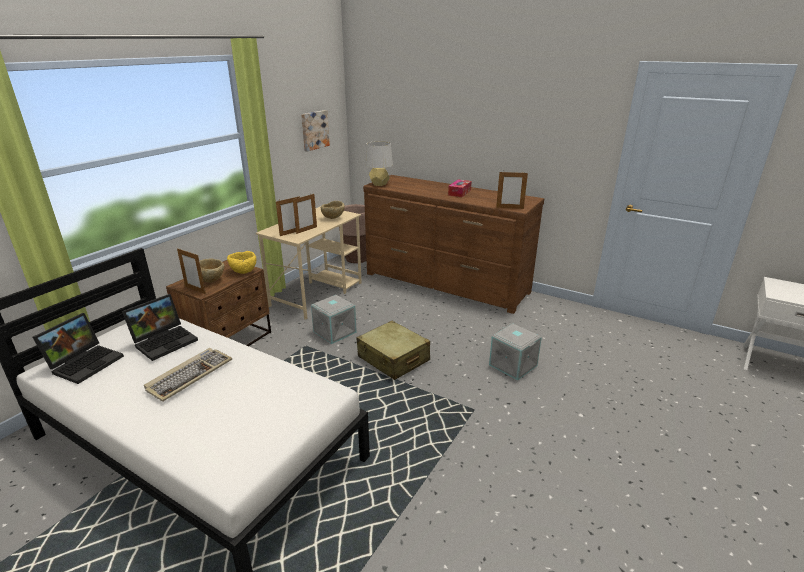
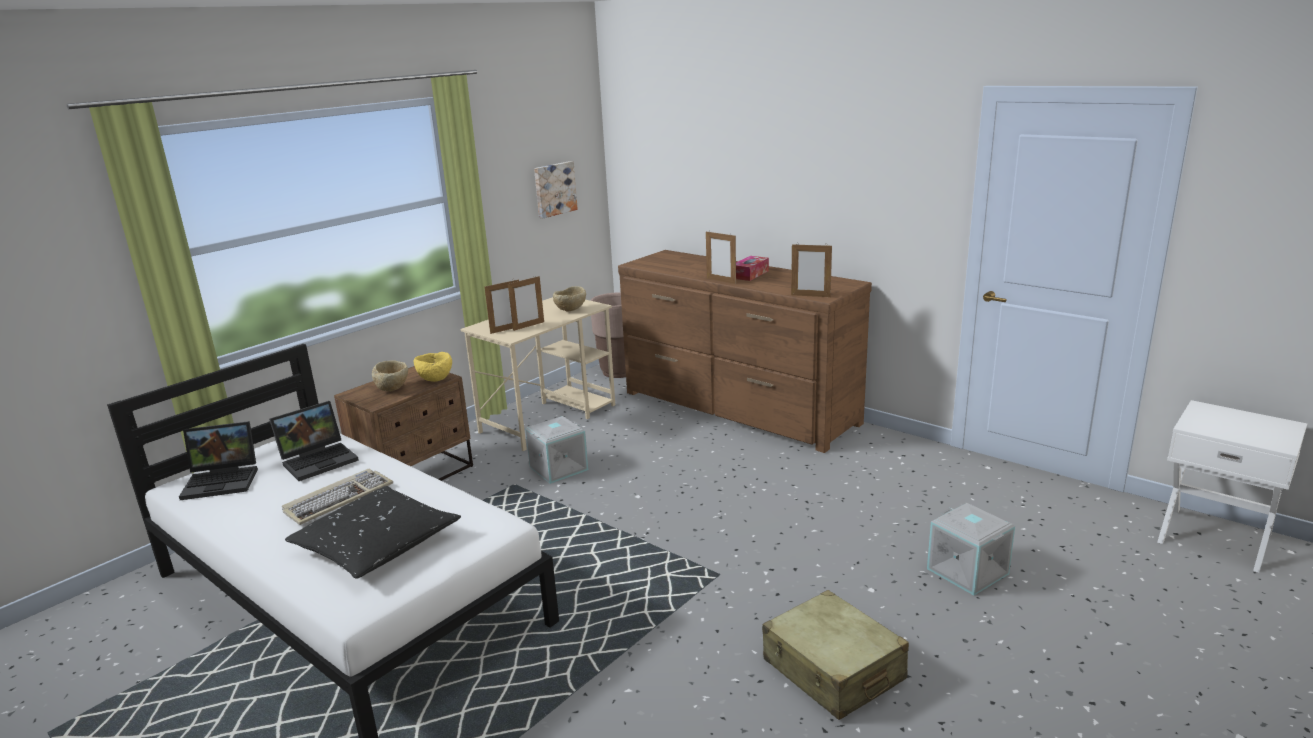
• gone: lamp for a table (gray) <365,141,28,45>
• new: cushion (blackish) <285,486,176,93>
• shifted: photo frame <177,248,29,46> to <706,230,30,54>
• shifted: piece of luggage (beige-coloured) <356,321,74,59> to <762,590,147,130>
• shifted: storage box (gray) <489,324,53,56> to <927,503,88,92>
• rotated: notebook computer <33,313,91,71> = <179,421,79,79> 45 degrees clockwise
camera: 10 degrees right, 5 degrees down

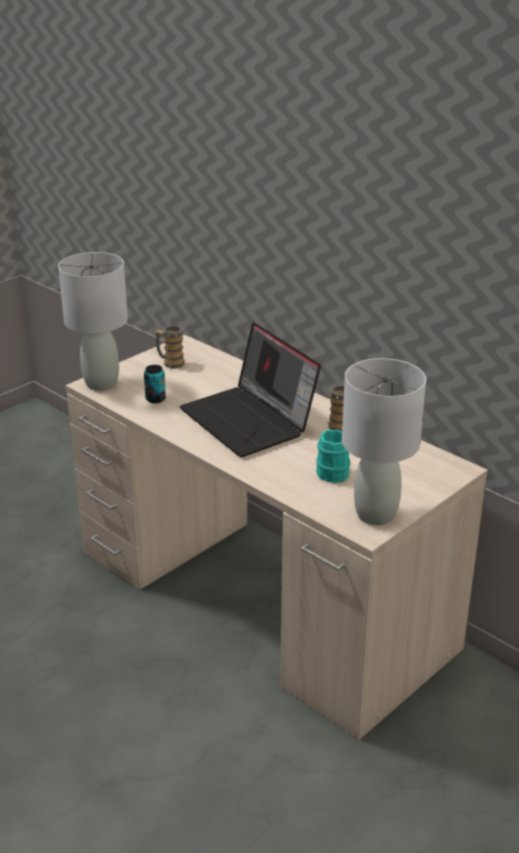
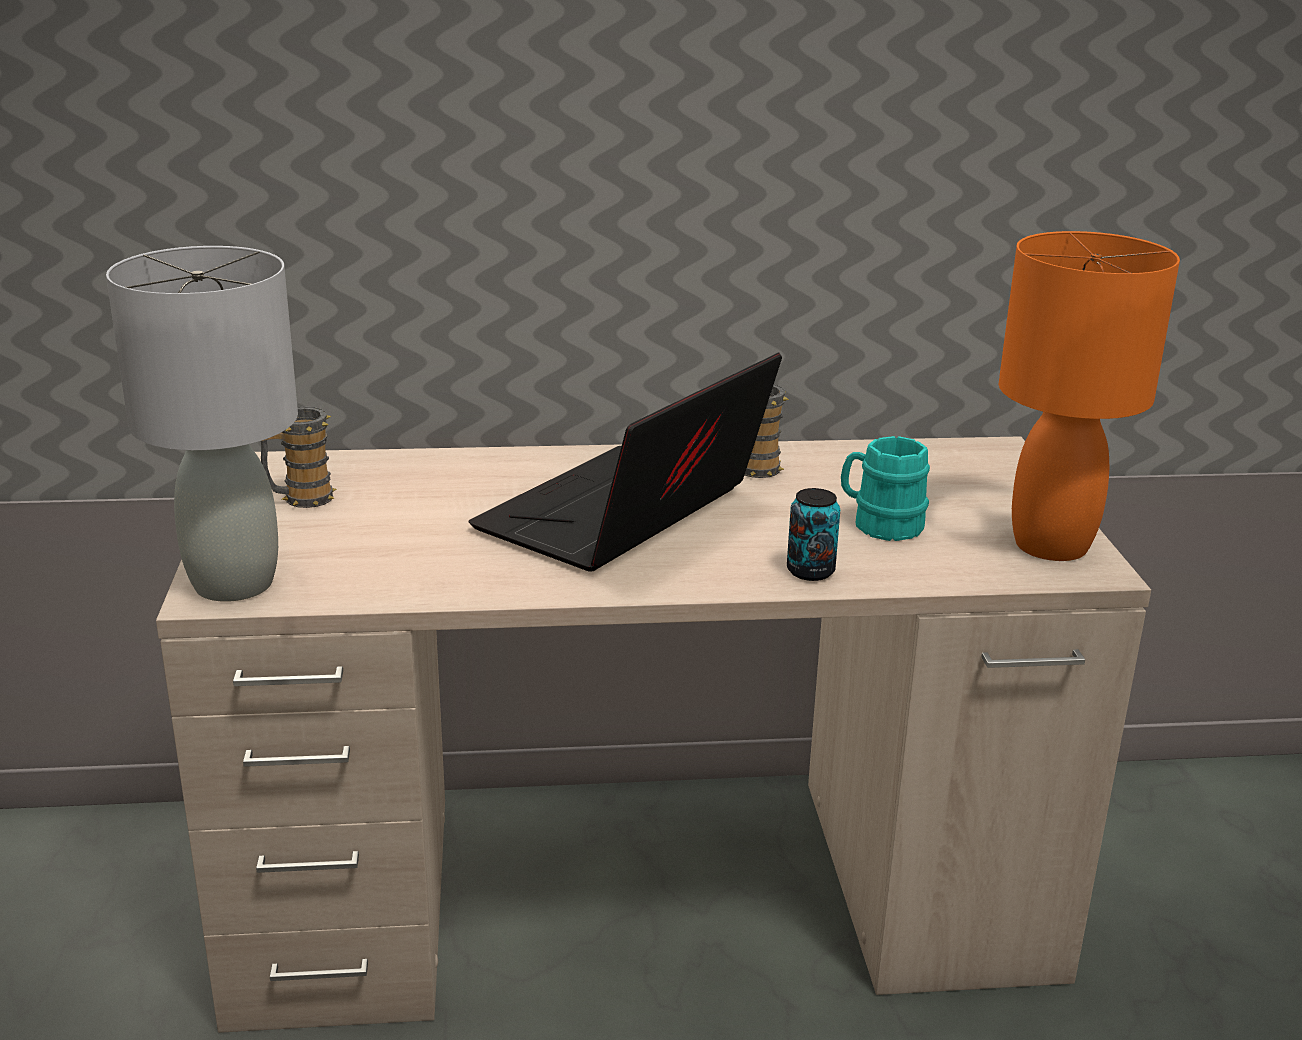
• shifted: sealed can <144,365,22,38> to <787,488,53,93>
• repainted: lamp for a table (gray) <342,358,84,167> to lamp for a table (orange-coloured) <998,231,182,330>
• rotated: notebook computer <180,322,141,135> = <469,352,313,220> 120 degrees clockwise
camera: 50 degrees left, 5 degrees down

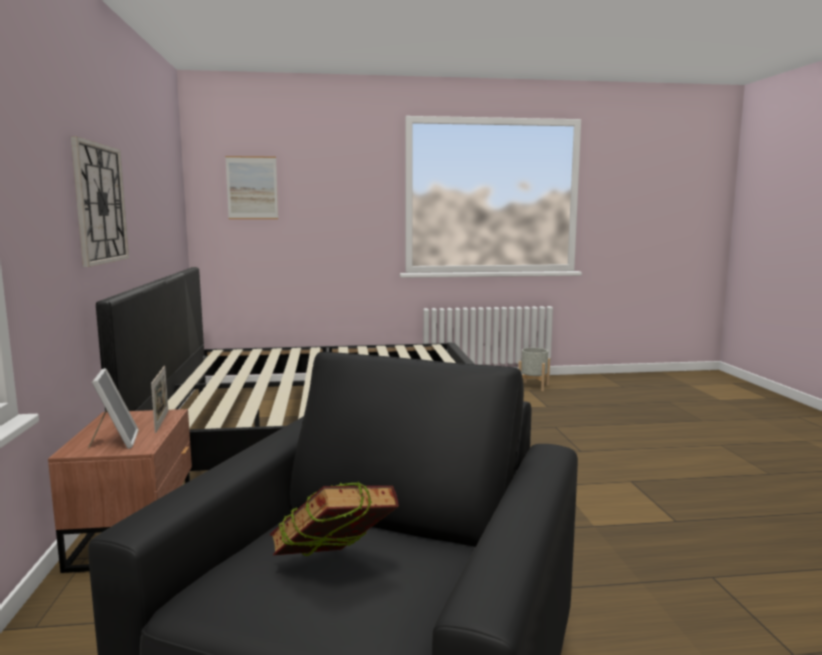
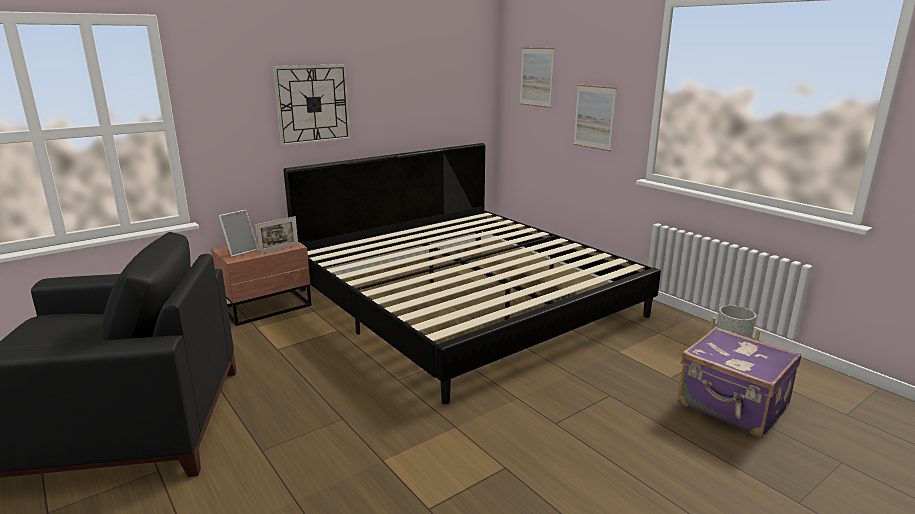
• gone: volume <270,481,129,75>
• new: wall picture <573,85,44,66>
• new: piece of luggage (purplish) <677,327,124,111>
camera: 60 degrees right, 10 degrees up

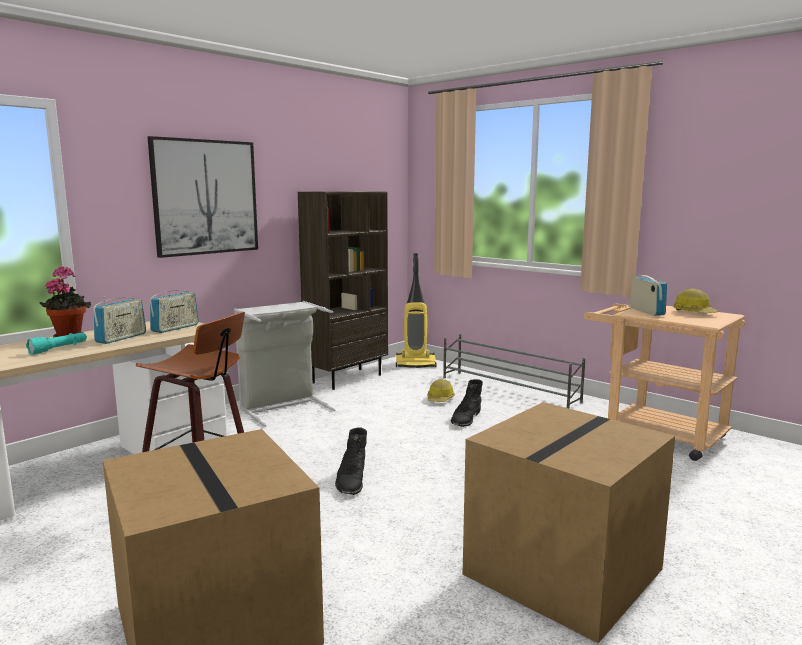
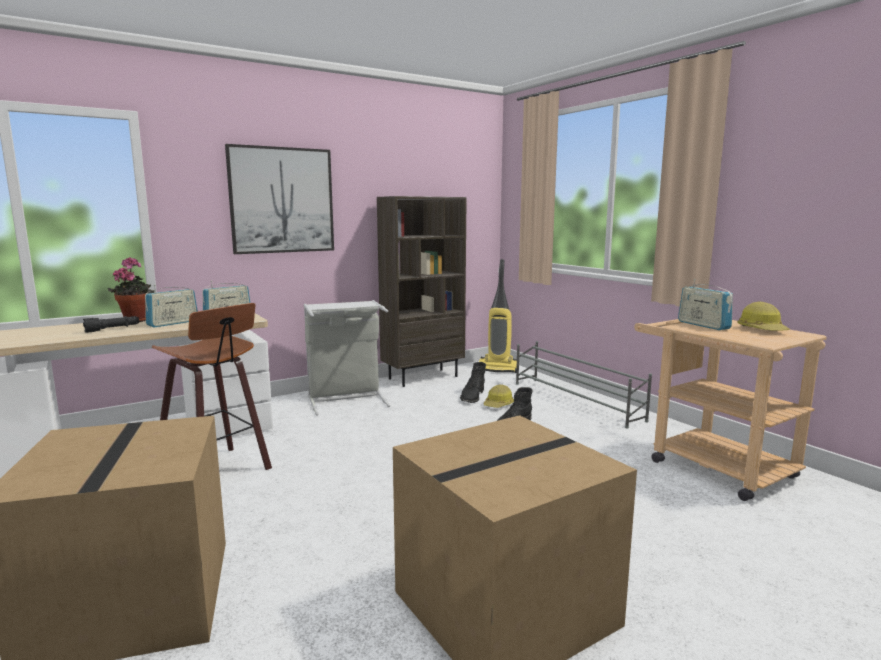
• shifted: high-top boot (blackish) <335,427,32,68> to <460,362,26,41>
• repainted: torch (blue-green) <26,333,61,22> to torch (blackish) <83,316,56,17>
• rotated: radio <630,274,37,42> = <678,279,55,51> 150 degrees clockwise
camera: 15 degrees right, 0 degrees up

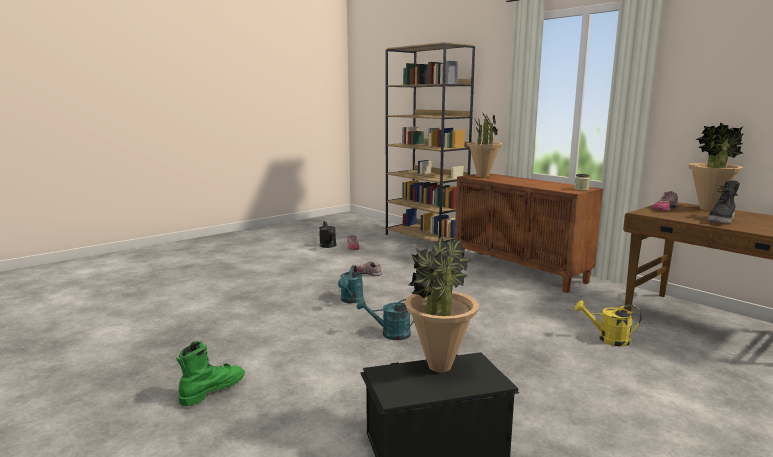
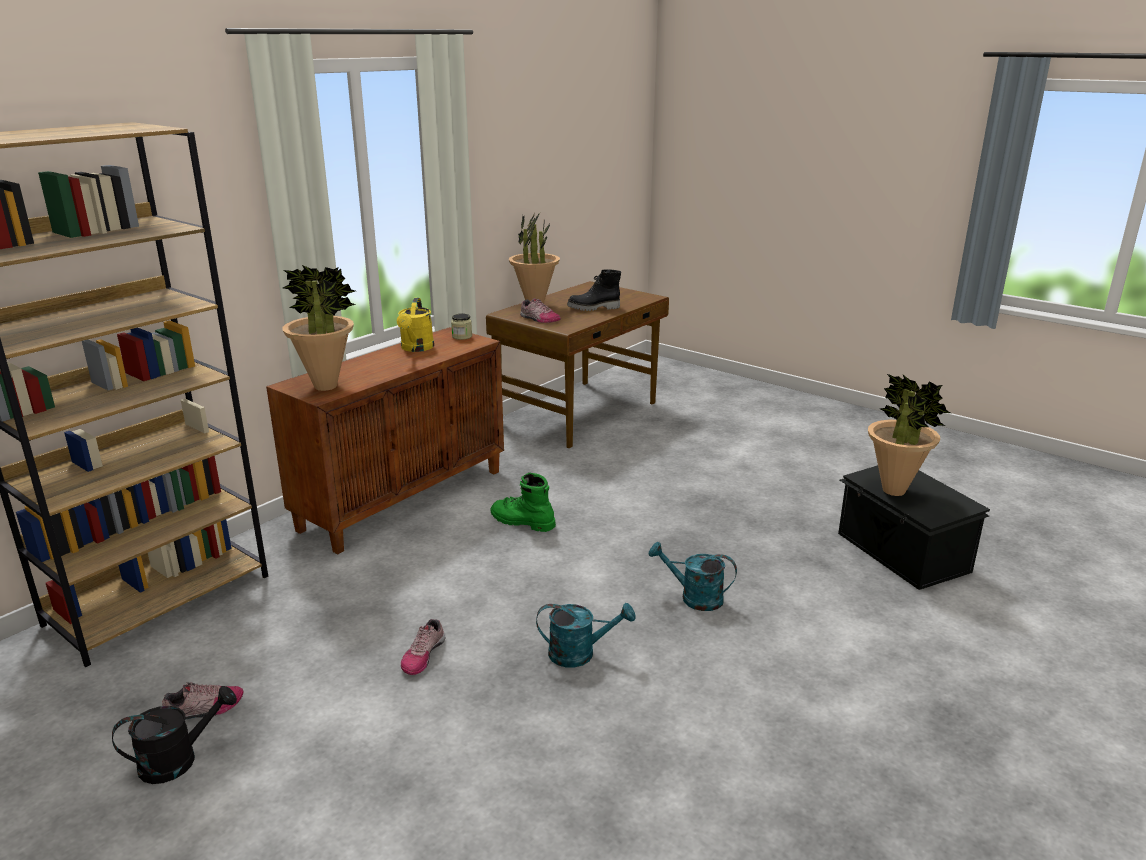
• shifted: high-top boot (green-coloured) <177,341,68,65> to <491,473,65,59>
• shifted: sprinkling can (yellow-coloured) <575,300,67,46> to <397,298,37,54>
• rotated: sprinkling can (blue-green) <357,298,57,42> = <649,542,88,69> 120 degrees clockwise
• rotated: high-top boot (blackish) <707,180,33,43> = <567,269,54,42> 135 degrees clockwise
camera: 100 degrees left, 10 degrees up

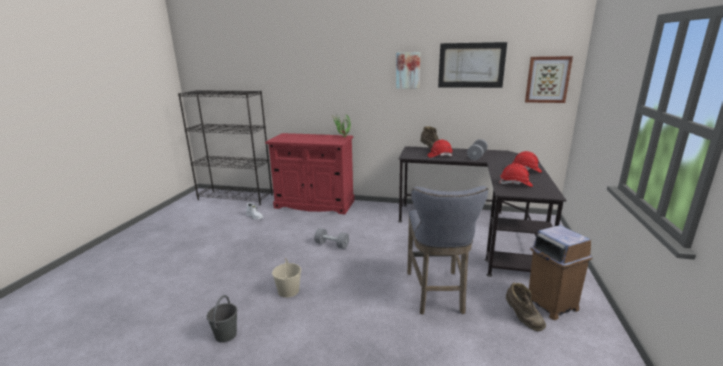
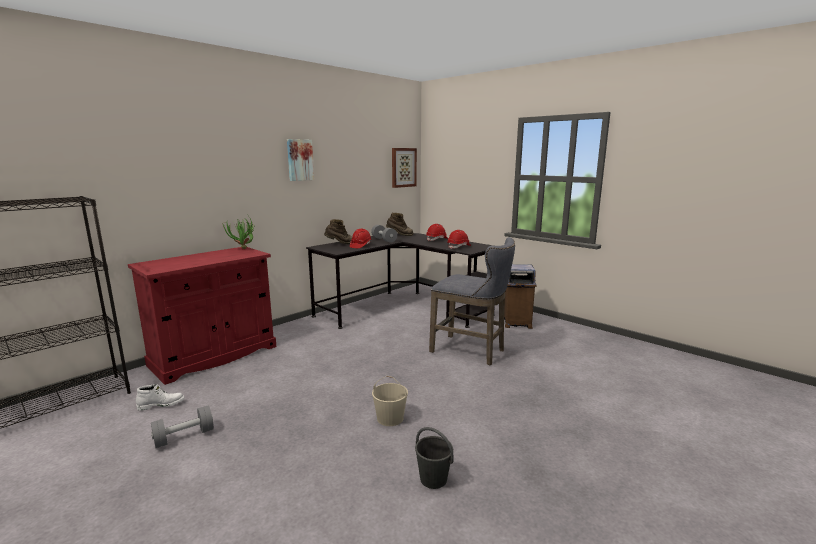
• gone: wall picture <438,42,69,46>
• shifted: free weight (gray) <314,228,35,21> to <151,405,63,43>
• shifted: high-top boot (brown-coloured) <506,282,40,49> to <386,213,27,23>
camera: 60 degrees left, 5 degrees down

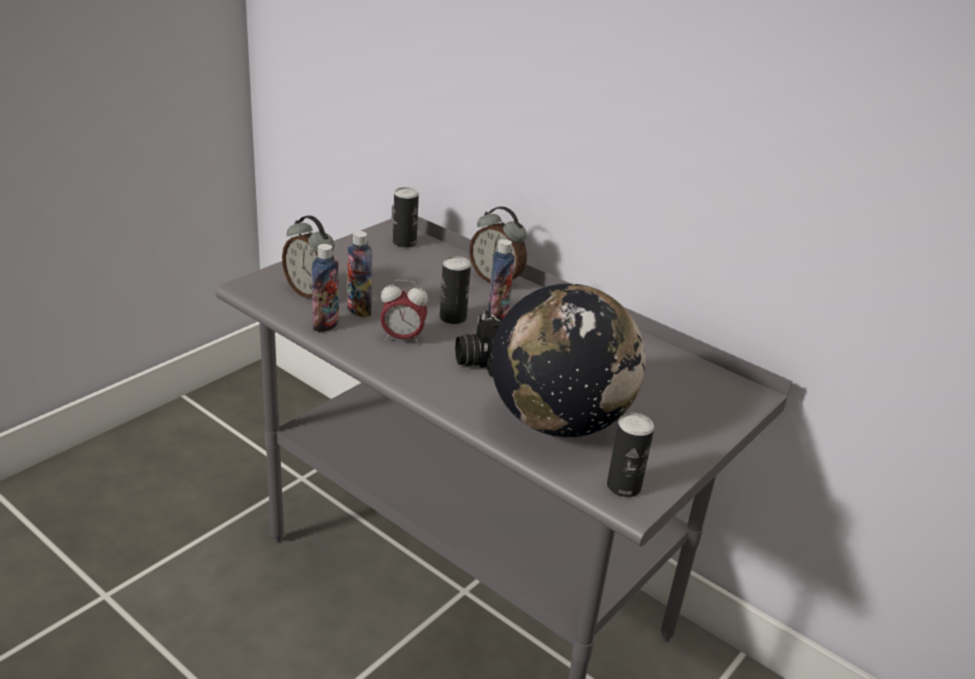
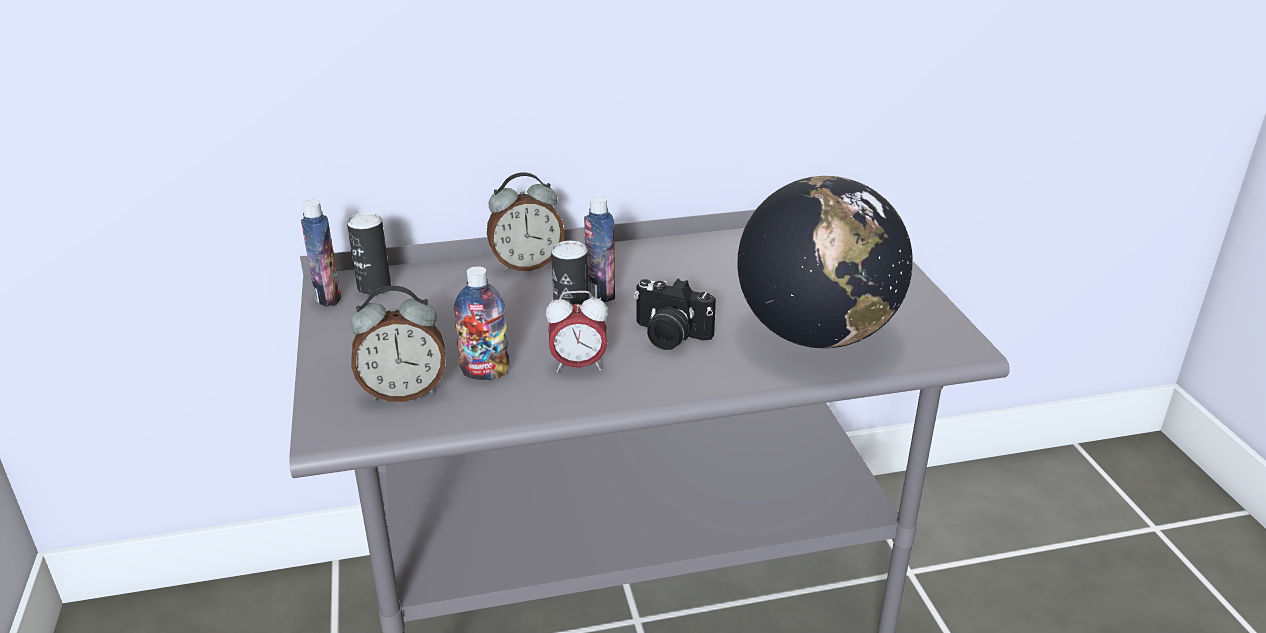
• gone: sealed can <607,413,47,84>
• shifted: beverage bottle <312,244,27,89> to <301,200,40,107>
• rotated: bedside clock <380,280,48,64> = <546,291,62,82> 45 degrees clockwise
camera: 50 degrees left, 0 degrees up

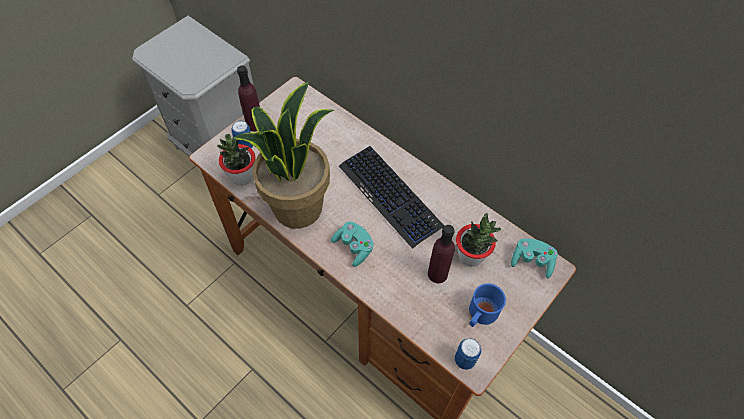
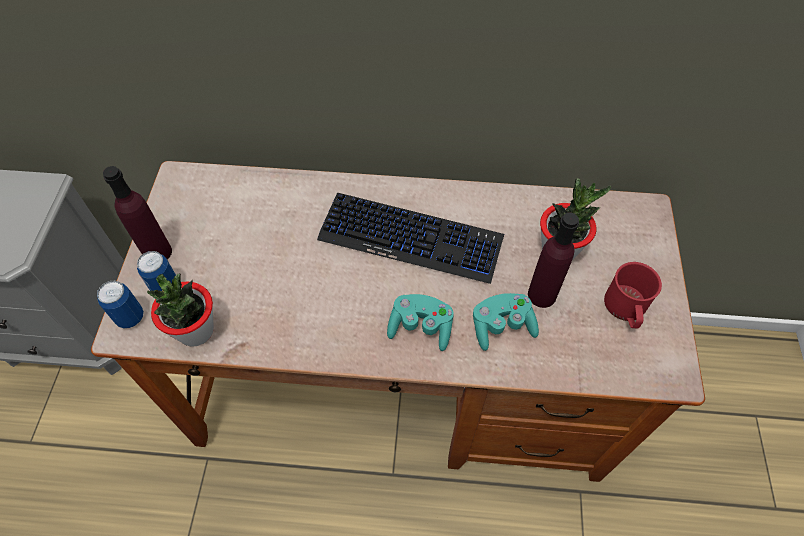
• gone: potted plant <232,82,102,147>
• shifted: sealed can <455,338,26,32> to <97,281,47,47>
• shifted: gamepad (blue-green) <511,239,47,39> to <473,293,66,58>
• repainted: coffee mug (blue-coloured) <469,283,37,44> to coffee mug (red) <604,262,58,66>
camera: 35 degrees left, 0 degrees up

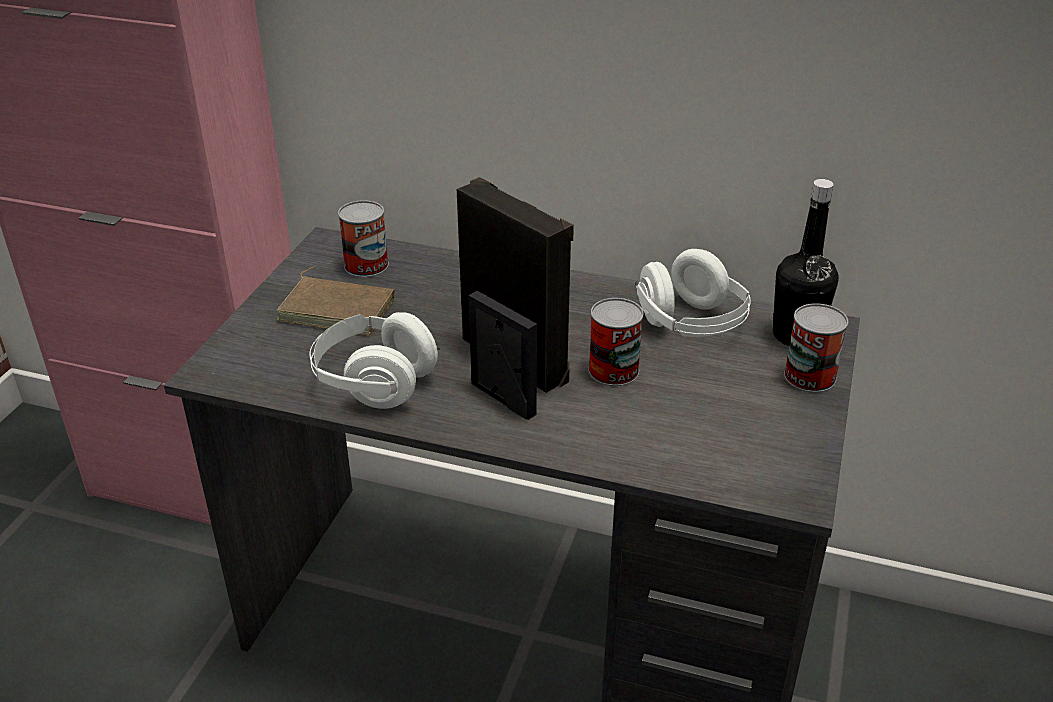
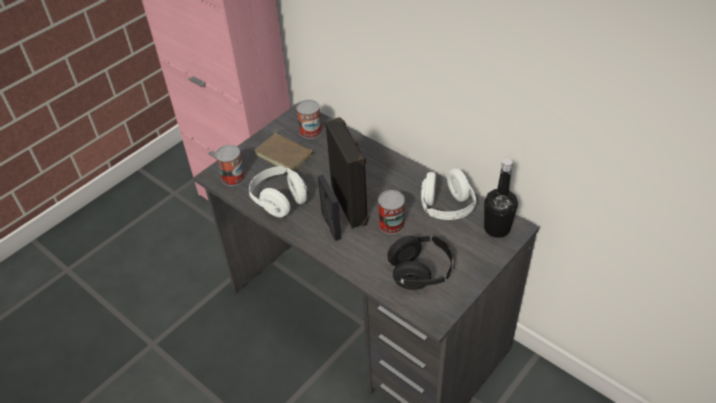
• new: headphones (blackish) <388,236,67,54>
• shifted: sealed can <784,303,64,89> to <215,145,30,41>
camera: 25 degrees right, 10 degrees up

